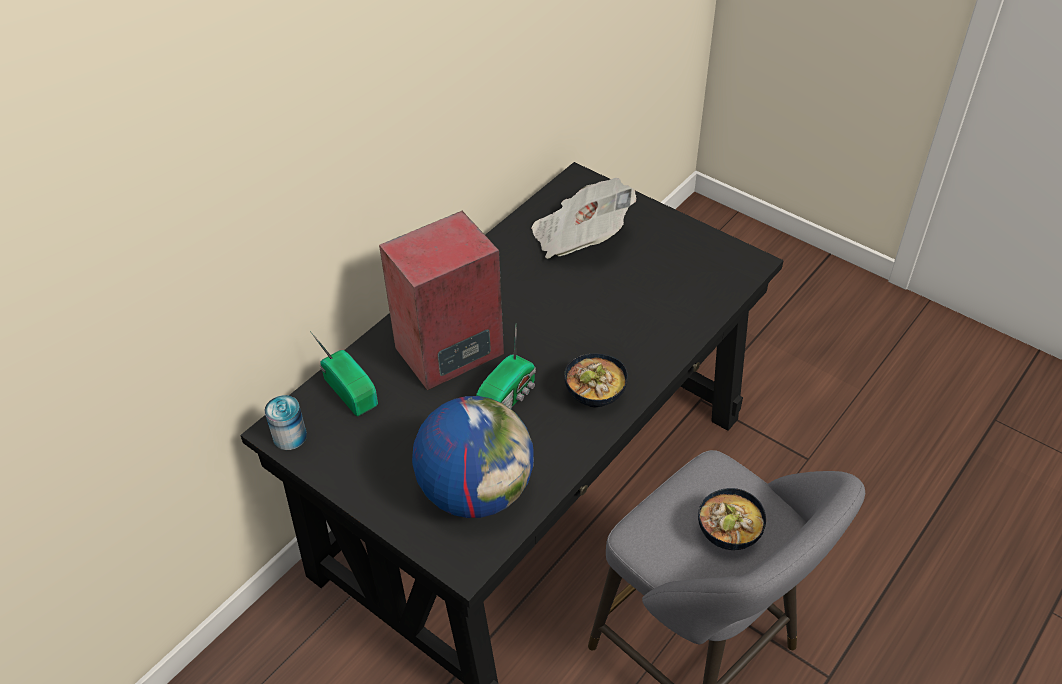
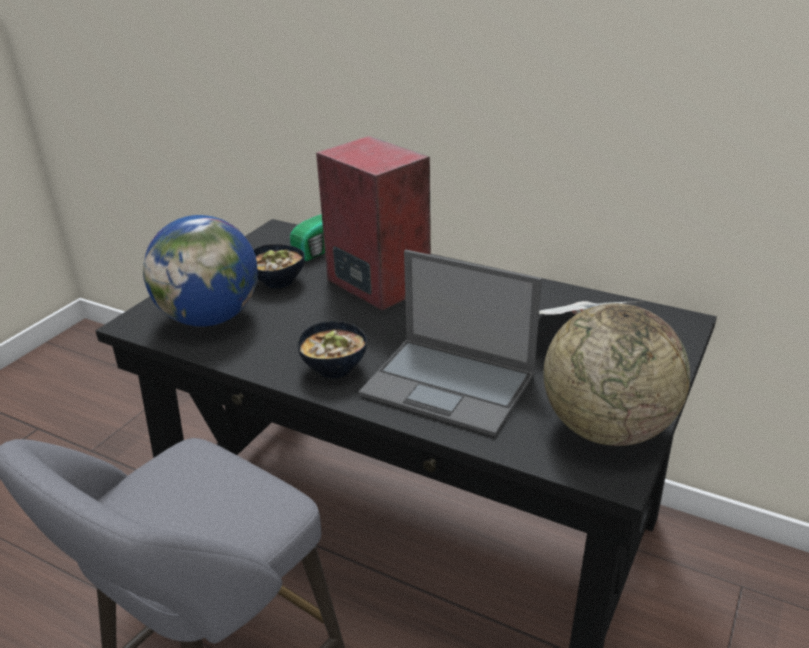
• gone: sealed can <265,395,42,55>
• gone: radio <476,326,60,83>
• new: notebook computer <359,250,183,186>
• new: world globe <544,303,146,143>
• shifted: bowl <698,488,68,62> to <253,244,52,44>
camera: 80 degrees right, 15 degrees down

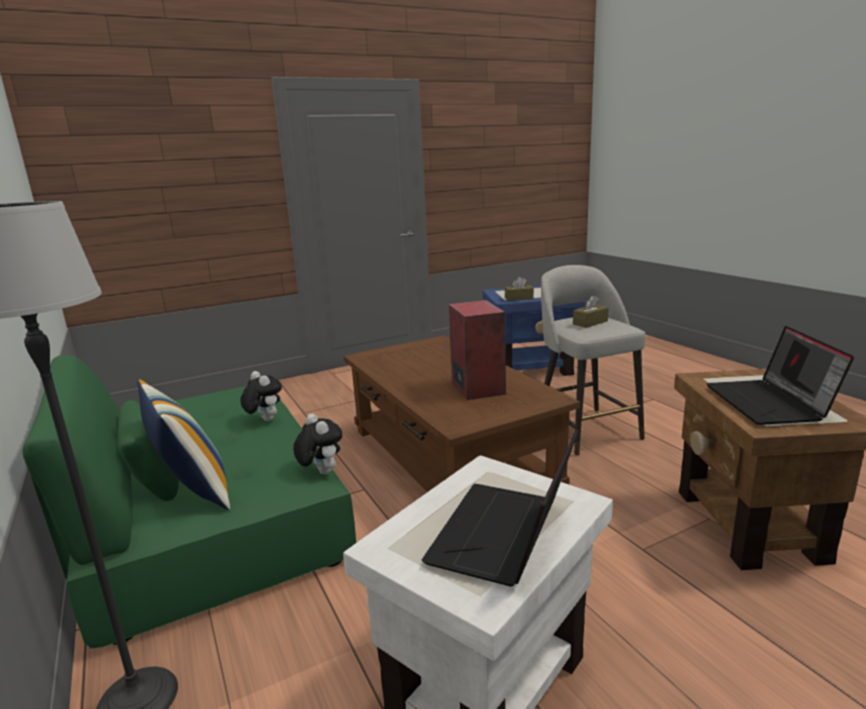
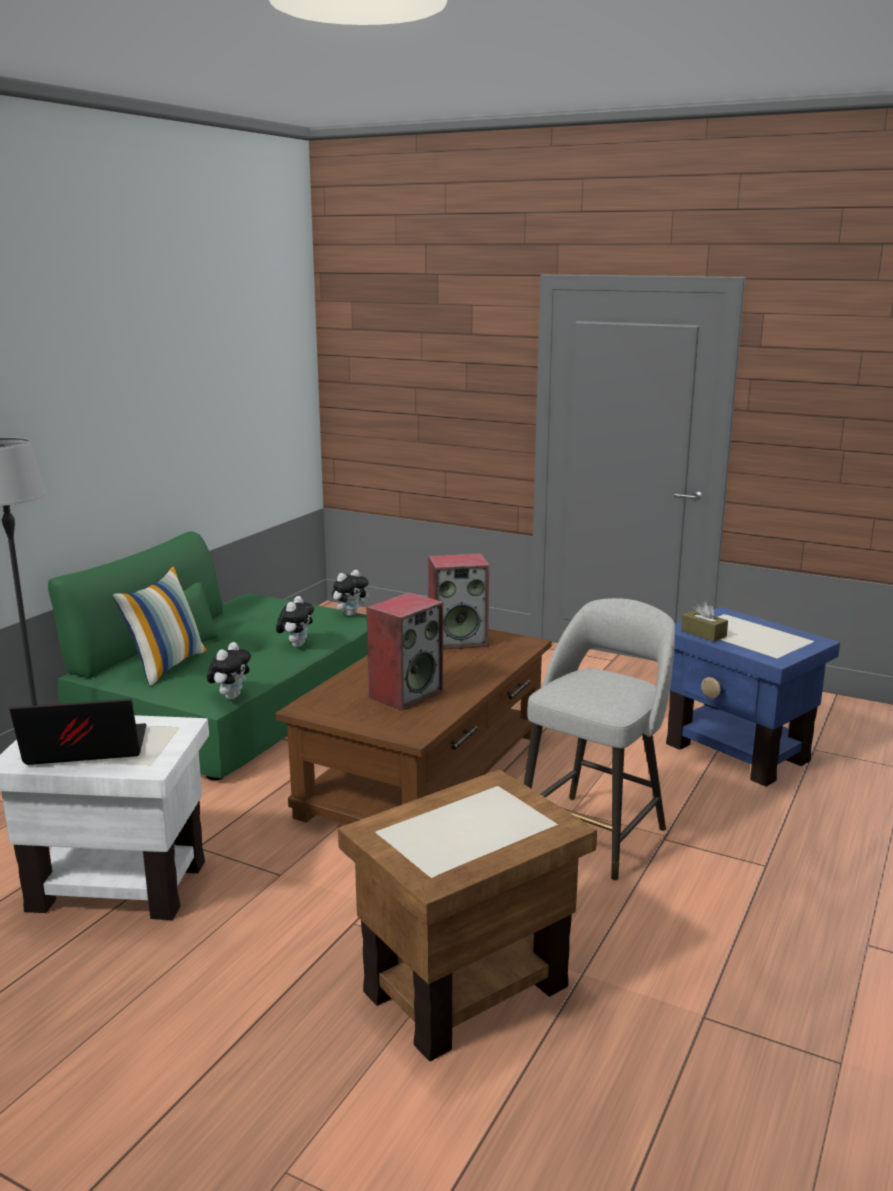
• gone: box of tissues (brown-coloured) <573,295,36,33>
• gone: notebook computer <706,326,148,99>
• new: soft toy <332,570,37,46>
• new: speaker <428,553,61,97>
camera: 55 degrees right, 0 degrees up

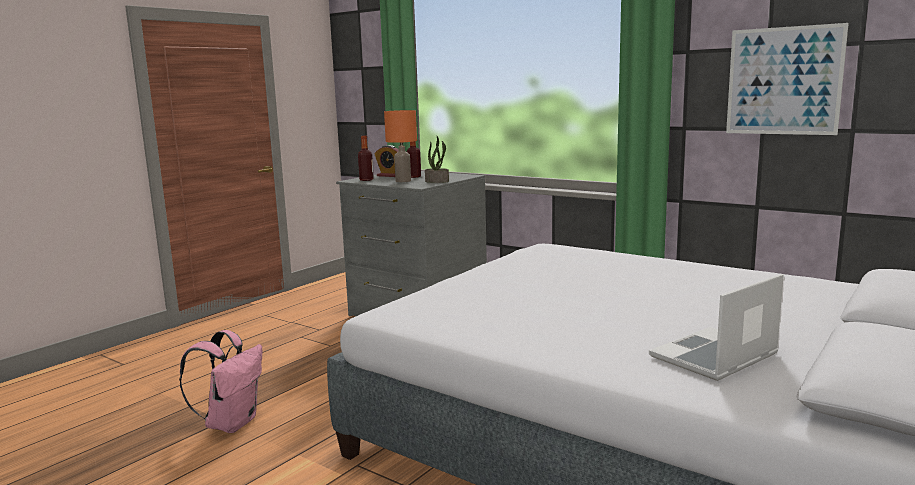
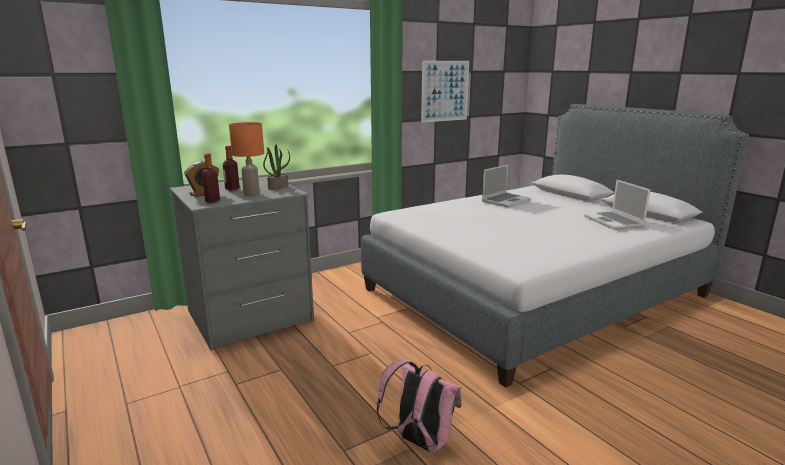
• new: notebook computer <482,164,49,44>
camera: 70 degrees left, 5 degrees up

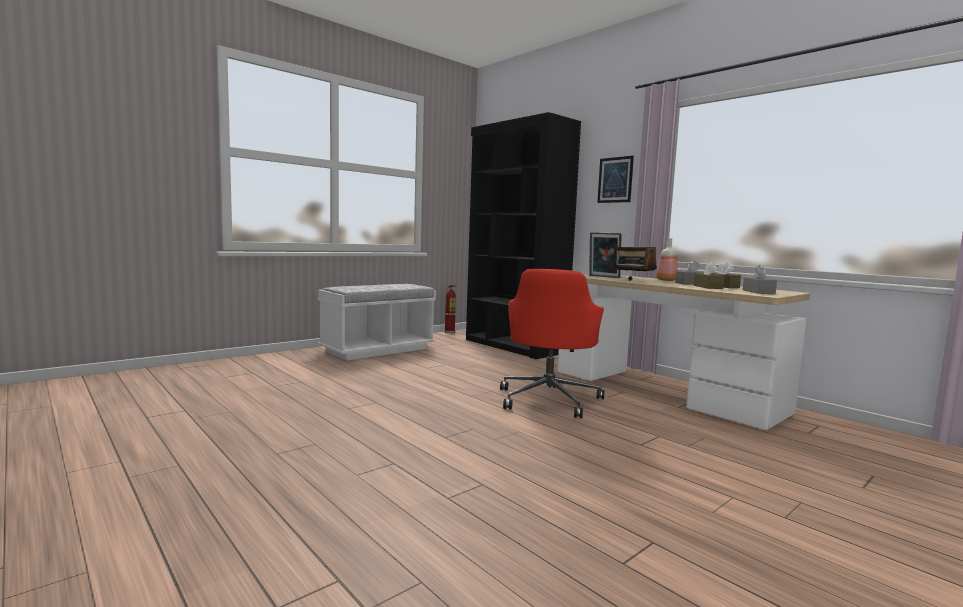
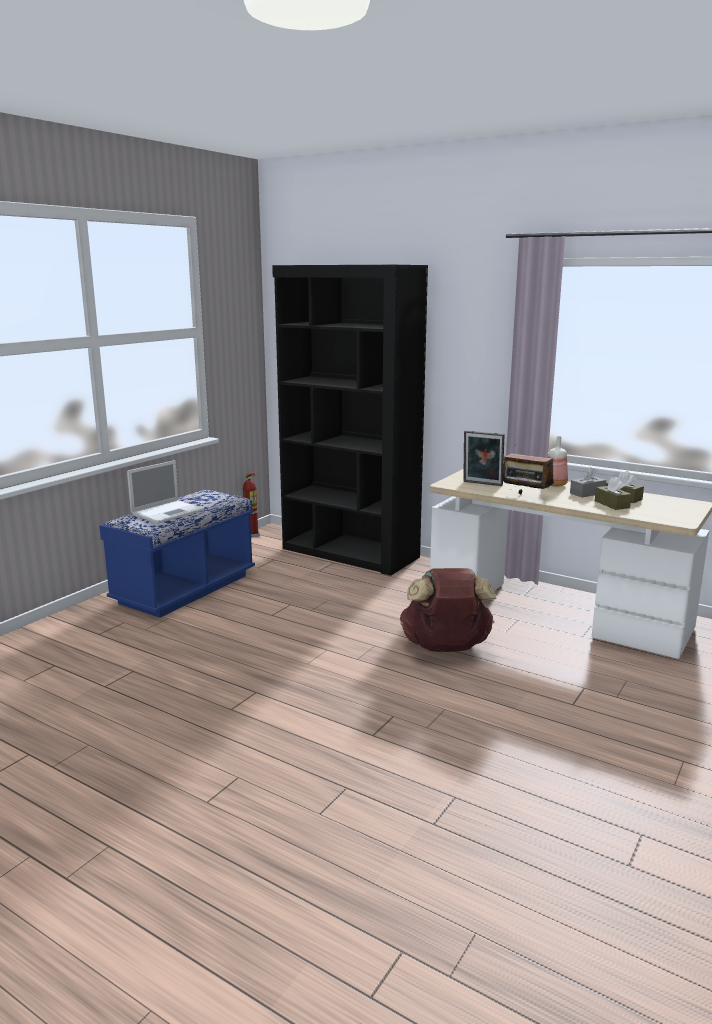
• gone: wall picture <597,156,37,47>
• gone: box of tissues (gray) <743,265,34,29>
• new: notebook computer <127,460,77,64>
• swapped: office chair (red) <500,269,105,149> to knapsack (brown-coloured) <400,568,96,84>
• repainted: indoor bench (white-coloured) <318,284,118,76> to indoor bench (blue-coloured) <99,490,156,128>
camera: 15 degrees left, 10 degrees up

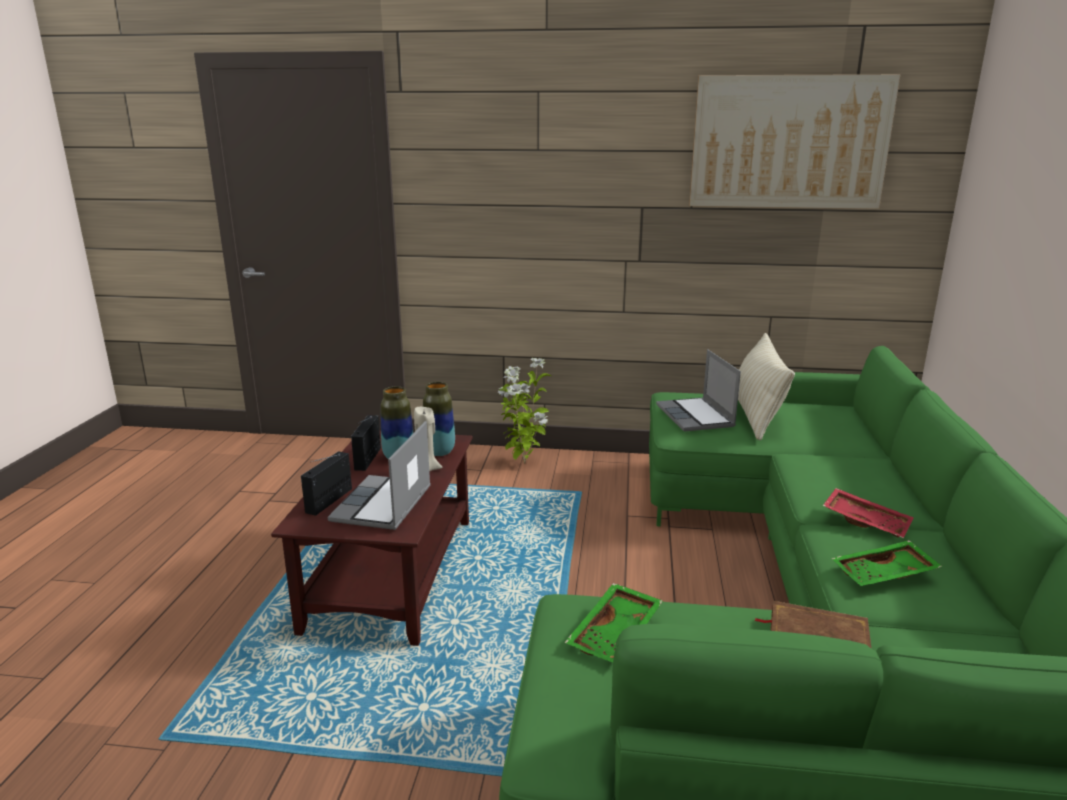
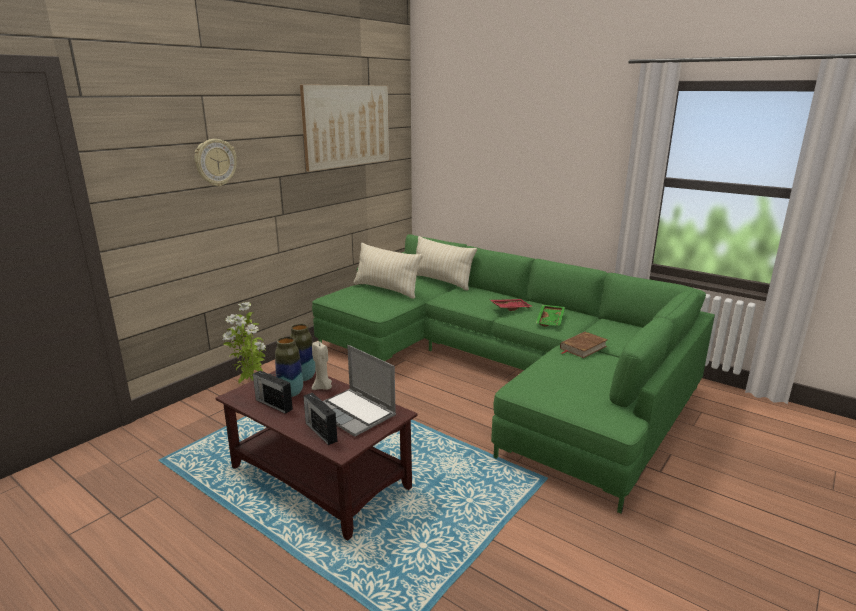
• gone: carrying tray (green-coloured) <565,583,98,79>
• gone: notebook computer <656,349,85,83>
• new: hanging clock <194,139,43,48>
• new: cushion (beige-coloured) <416,236,61,54>
camera: 60 degrees left, 0 degrees up

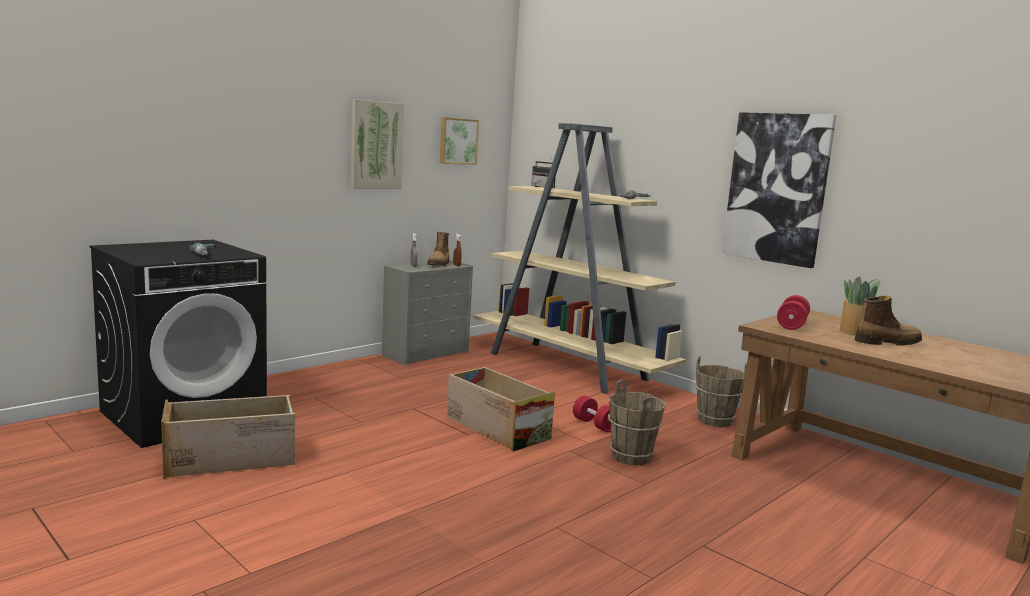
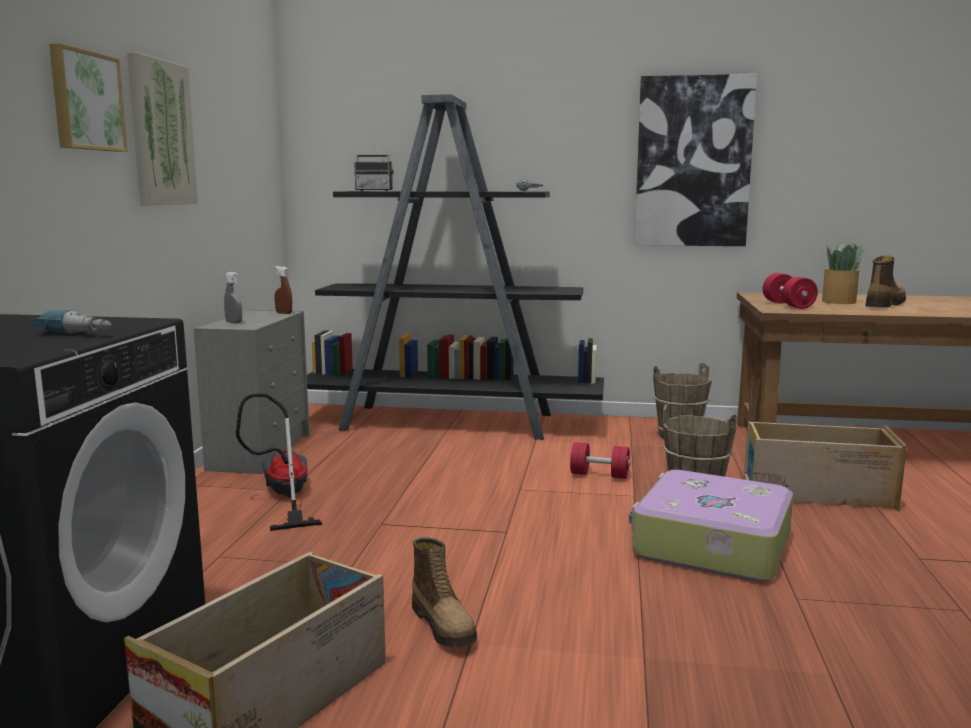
• new: vacuum cleaner <236,393,87,138>
• new: piece of luggage <629,470,164,112>
• shifted: high-top boot <427,232,22,34> to <412,537,65,111>
• shifted: wall picture <440,117,39,48> to <49,43,79,109>
• shifted: shipping crate <447,367,108,85> to <744,422,163,89>
• repainted: bookshelf (beige-coloured) <473,123,213,271> to bookshelf (blackish) <307,94,297,346>
camera: 35 degrees left, 0 degrees up

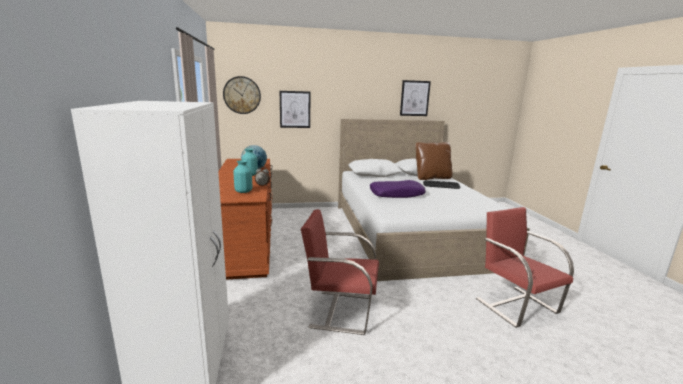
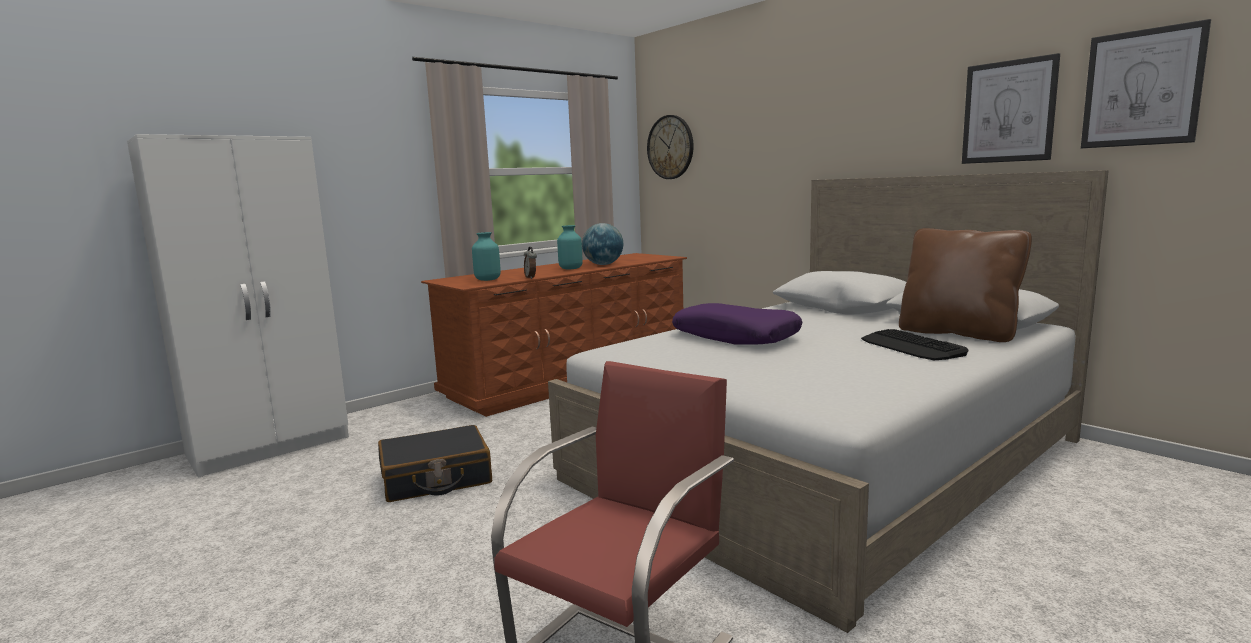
• shifted: wall picture <280,91,30,37> to <1081,19,130,129>
• swapped: chair (red) <301,209,78,126> to piece of luggage (blackish) <378,425,114,77>
camera: 60 degrees right, 5 degrees down

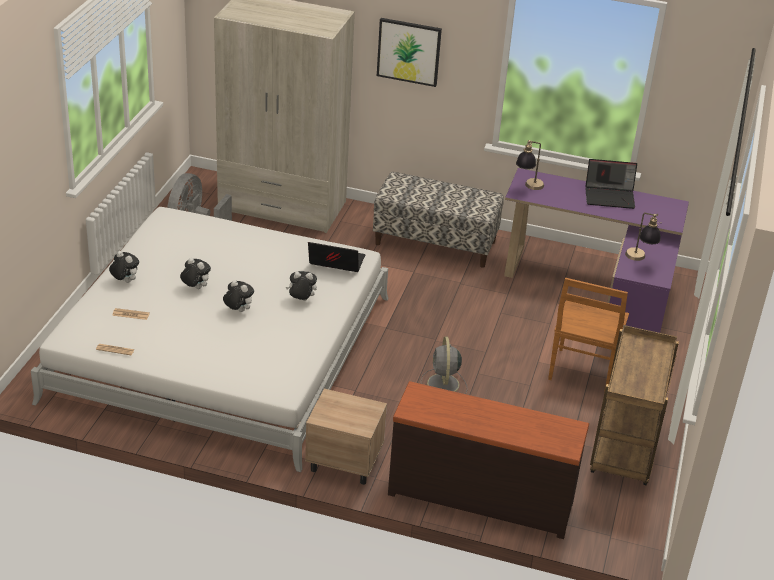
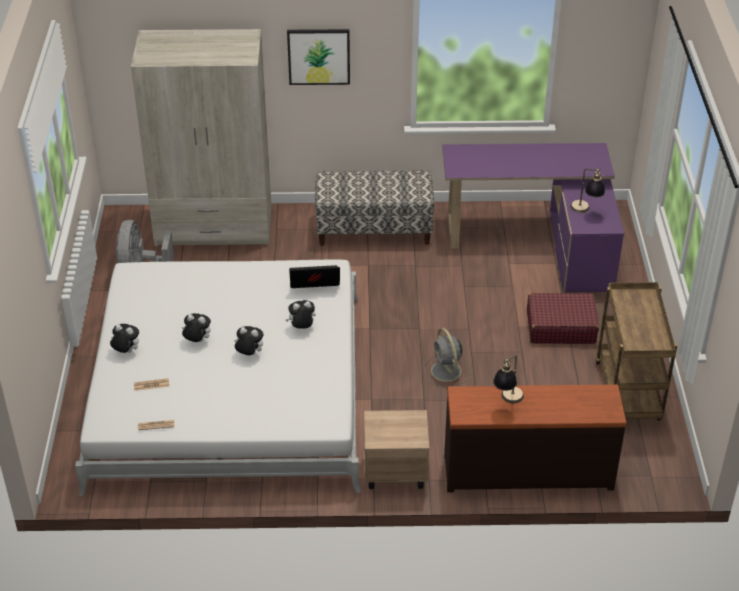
• gone: notebook computer <585,159,52,50>
• shifted: lamp for a table <516,140,28,50> to <493,355,31,49>
• swapped: chair (brown-coloured) <548,278,81,115> to piece of luggage (red) <527,293,72,51>
camera: 15 degrees left, 5 degrees up

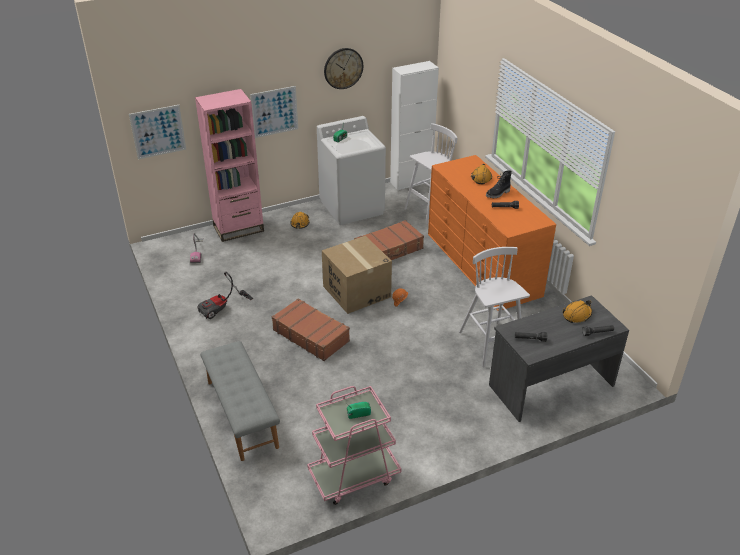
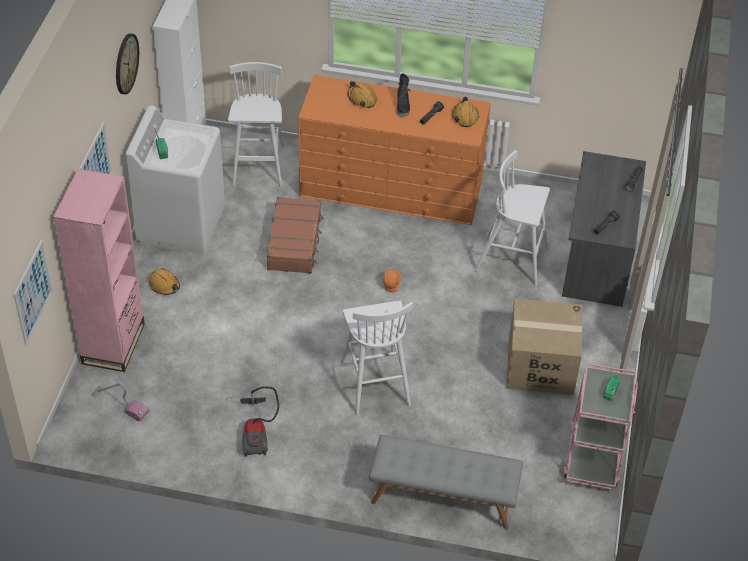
• shifted: packing box <322,236,70,78> to <506,298,76,97>
• shifted: work helmet (orange-coloured) <562,300,30,23> to <452,97,27,30>
• swapped: piece of luggage (brown-coloured) <272,298,78,63> to sitting stool (white-coloured) <341,301,72,114>
camera: 55 degrees left, 10 degrees up

